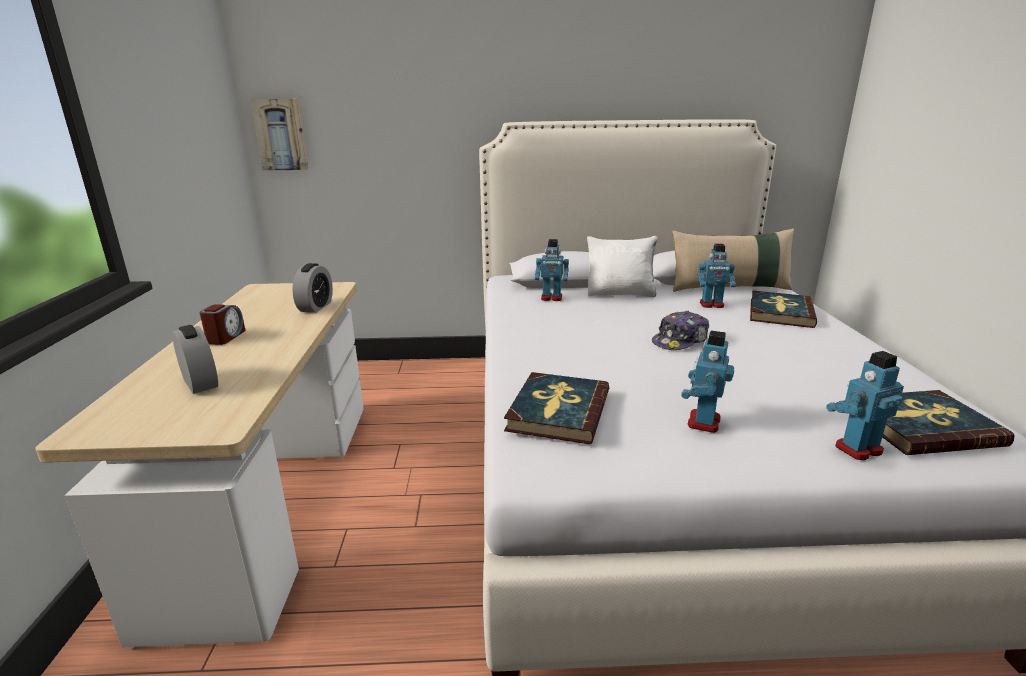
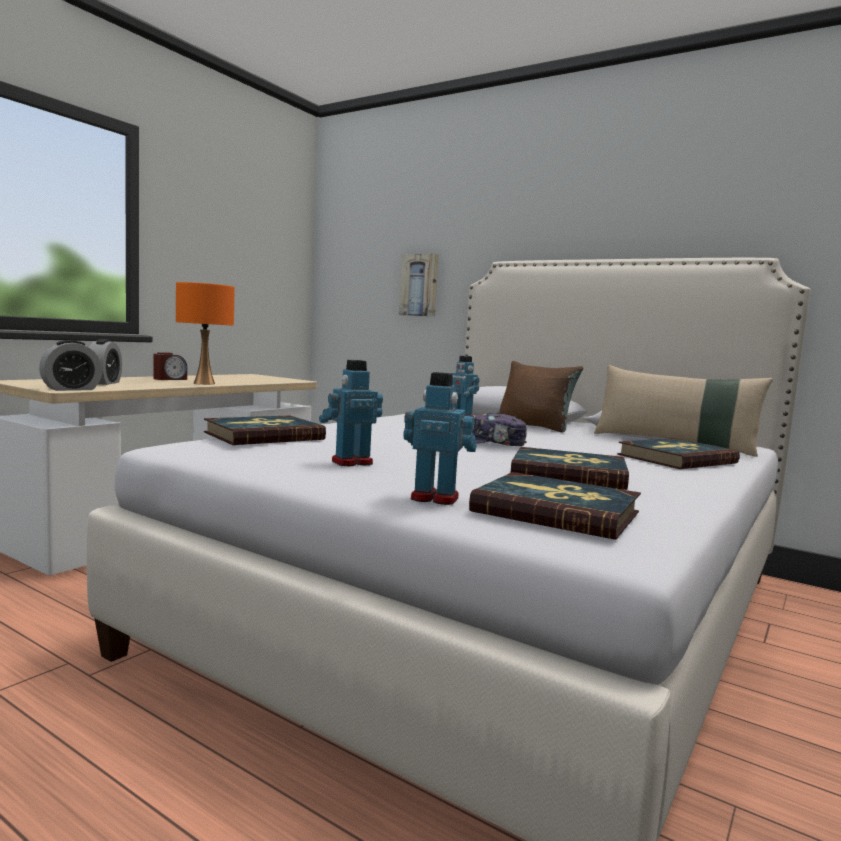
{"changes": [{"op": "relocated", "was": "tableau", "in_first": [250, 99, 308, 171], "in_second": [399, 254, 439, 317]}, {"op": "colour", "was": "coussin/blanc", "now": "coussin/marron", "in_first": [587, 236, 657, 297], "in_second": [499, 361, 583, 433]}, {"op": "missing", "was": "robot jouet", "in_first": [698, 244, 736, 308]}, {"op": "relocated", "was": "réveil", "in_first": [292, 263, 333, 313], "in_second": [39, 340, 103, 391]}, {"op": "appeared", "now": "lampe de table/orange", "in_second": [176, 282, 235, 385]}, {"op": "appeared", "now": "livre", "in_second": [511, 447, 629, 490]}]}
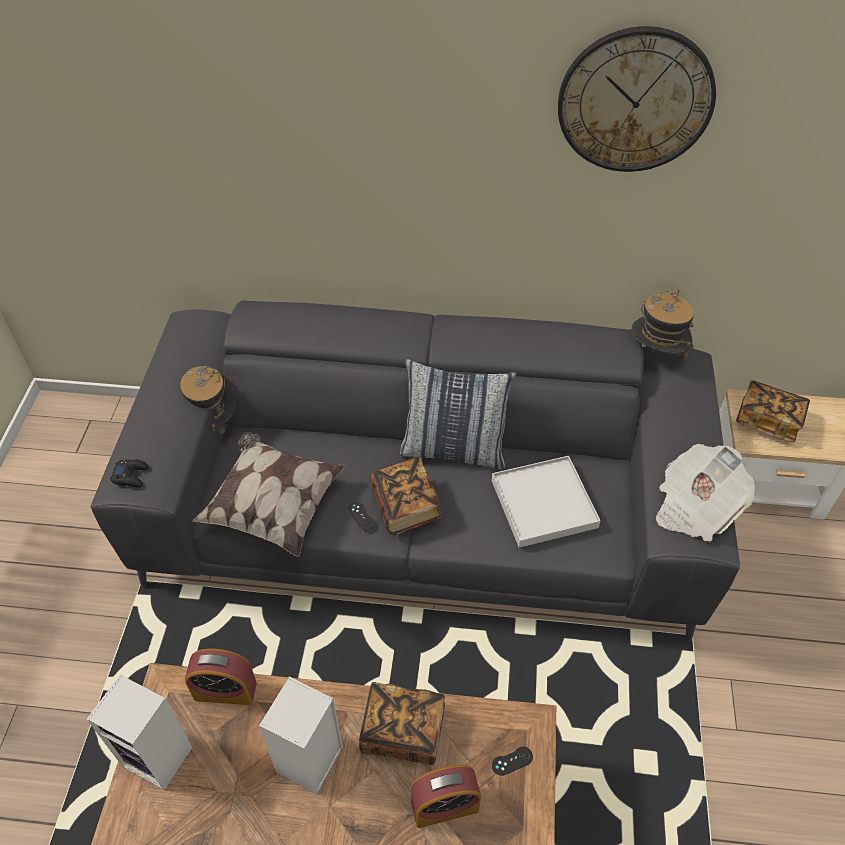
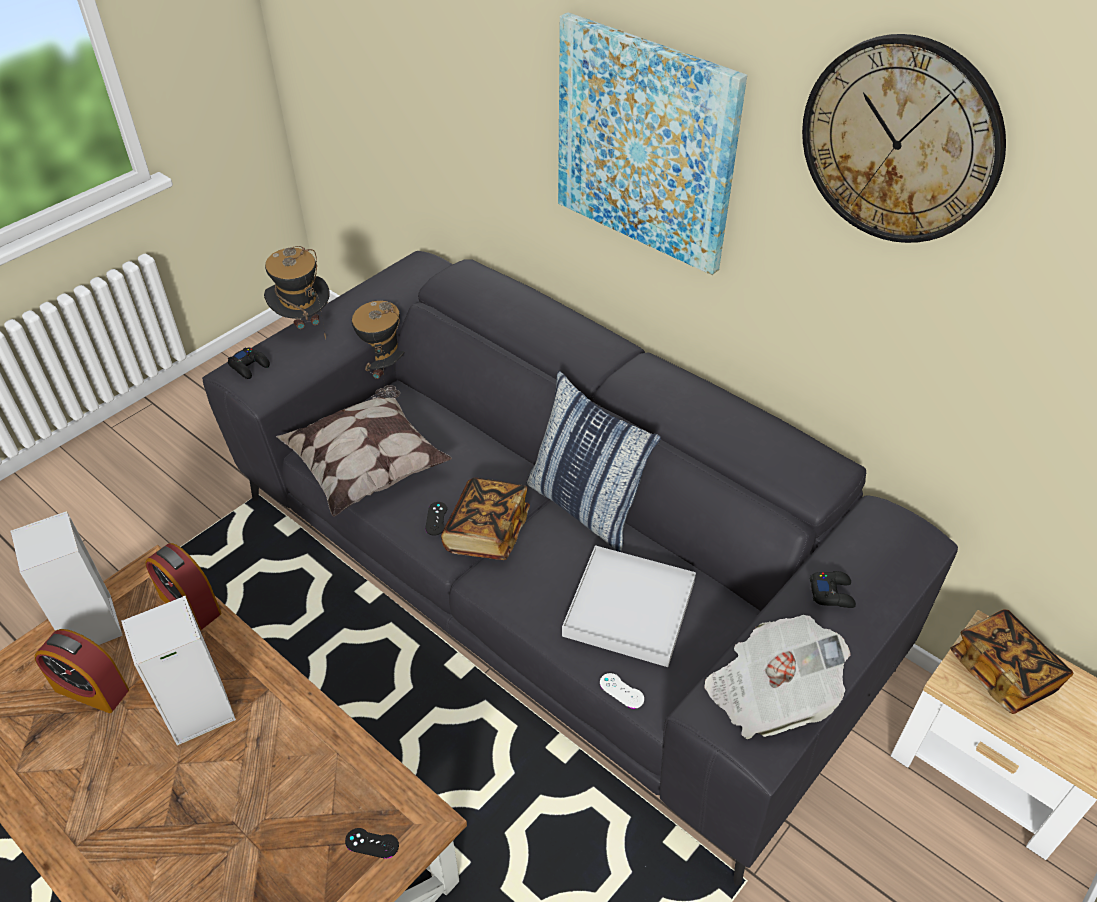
{"changes": [{"op": "relocated", "was": "chapeau", "in_first": [631, 290, 694, 359], "in_second": [264, 246, 330, 339]}, {"op": "missing", "was": "livre", "in_first": [359, 682, 445, 765]}, {"op": "relocated", "was": "réveil", "in_first": [411, 765, 481, 828], "in_second": [35, 629, 129, 713]}, {"op": "appeared", "now": "tableau", "in_second": [558, 12, 747, 275]}, {"op": "appeared", "now": "manette/noir", "in_second": [810, 571, 856, 608]}, {"op": "appeared", "now": "manette/blanc", "in_second": [600, 673, 644, 709]}]}
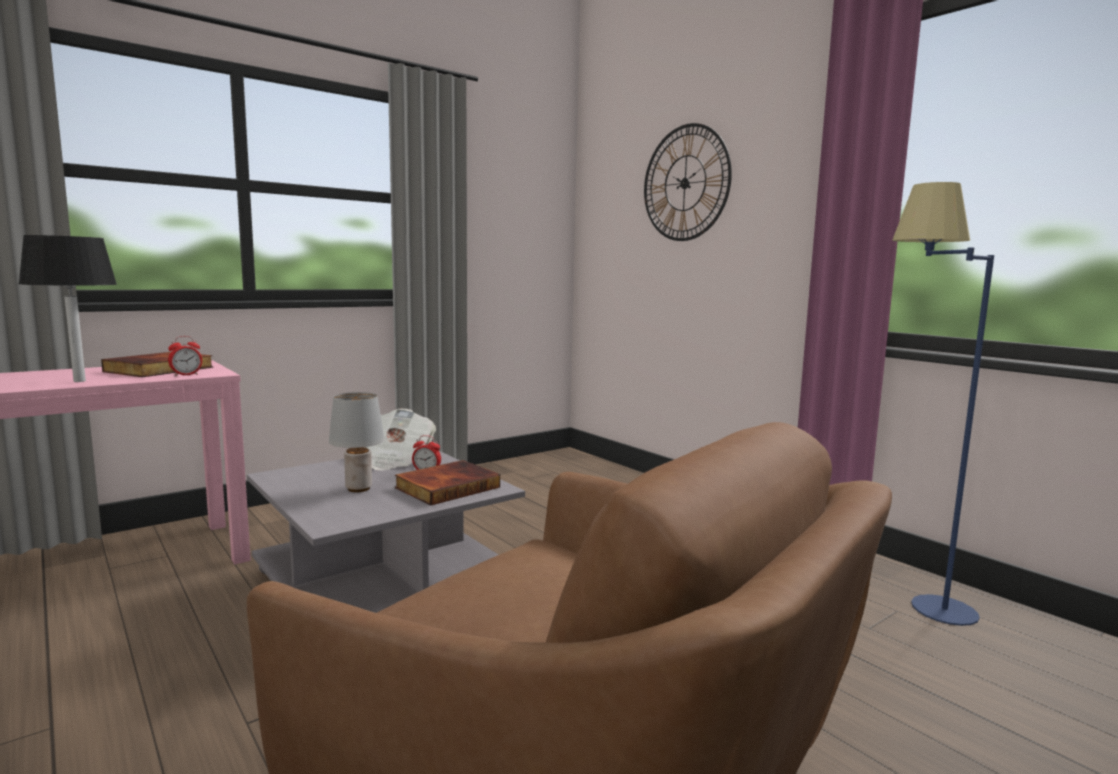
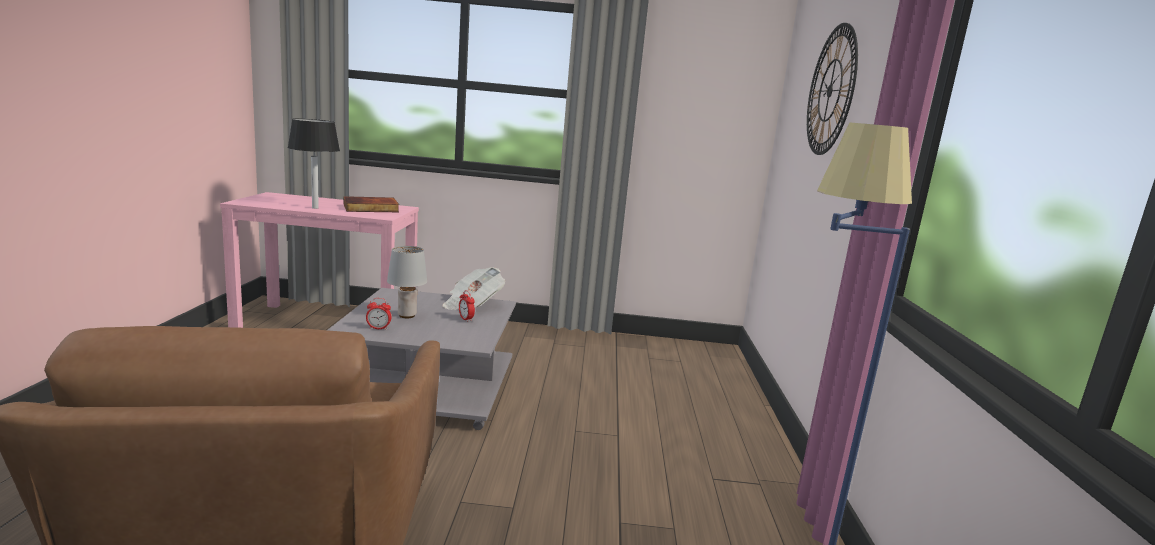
{"changes": [{"op": "relocated", "was": "réveil", "in_first": [168, 336, 202, 376], "in_second": [366, 298, 391, 330]}, {"op": "missing", "was": "livre", "in_first": [395, 460, 500, 506]}]}
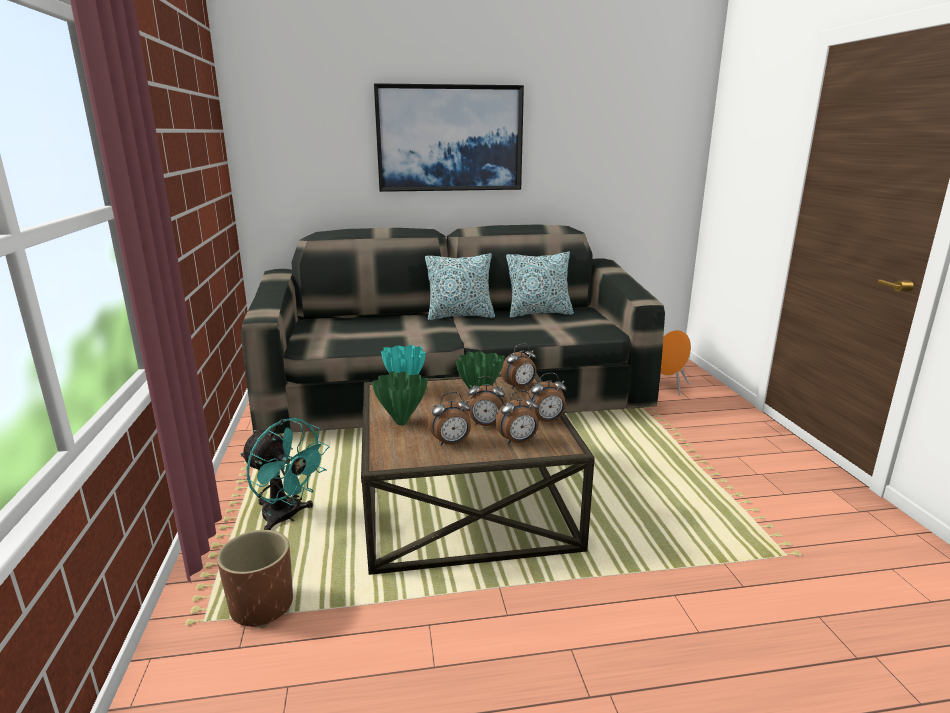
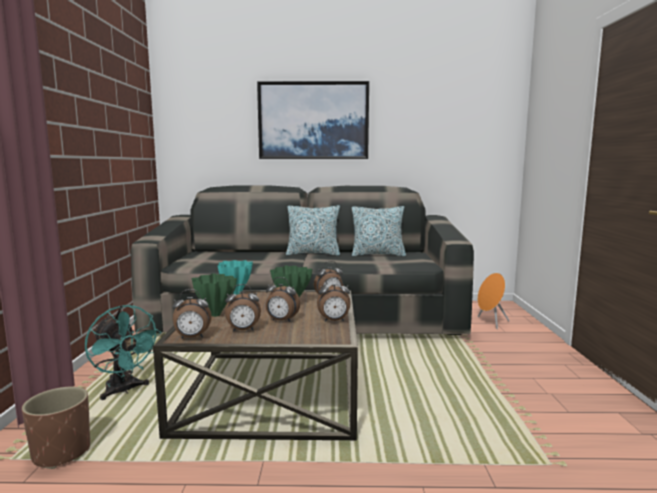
{"changes": [{"op": "relocated", "was": "réveil", "in_first": [495, 391, 539, 445], "in_second": [172, 289, 212, 339]}]}
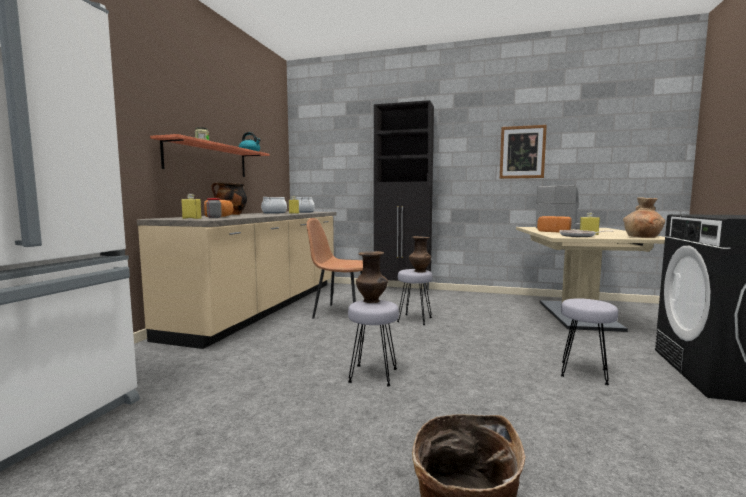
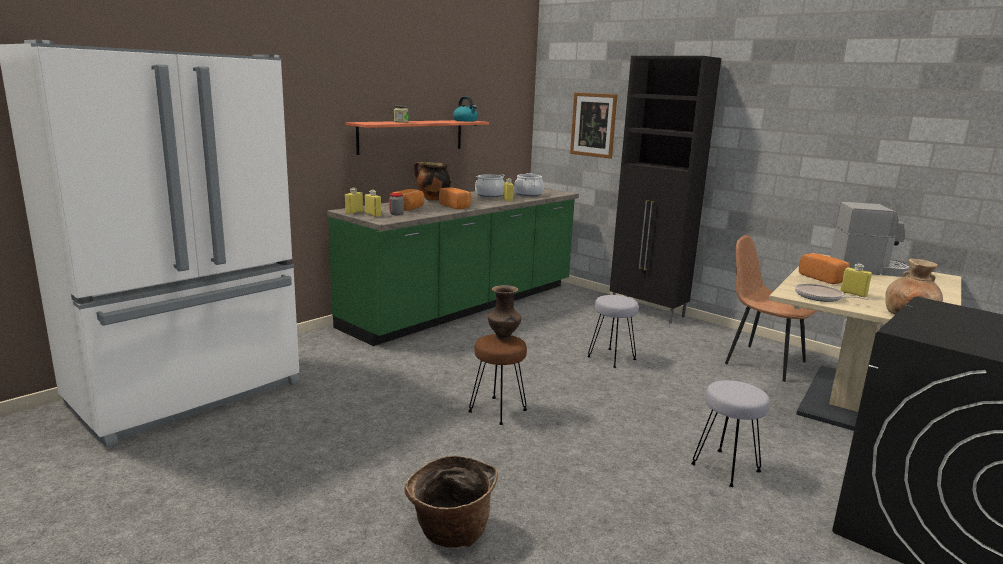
{"changes": [{"op": "relocated", "was": "tableau", "in_first": [500, 125, 547, 179], "in_second": [570, 92, 618, 159]}, {"op": "colour", "was": "comptoir de cuisine/beige", "now": "comptoir de cuisine/vert", "in_first": [137, 211, 336, 349], "in_second": [327, 186, 579, 346]}, {"op": "relocated", "was": "chaise/marron", "in_first": [307, 218, 363, 319], "in_second": [725, 235, 817, 382]}, {"op": "missing", "was": "vase/marron", "in_first": [409, 236, 431, 272]}, {"op": "colour", "was": "tabouret/gris", "now": "tabouret/marron", "in_first": [348, 300, 399, 386], "in_second": [468, 334, 527, 425]}, {"op": "appeared", "now": "pain", "in_second": [439, 187, 471, 209]}, {"op": "appeared", "now": "bouteille/jaune", "in_second": [345, 188, 363, 214]}]}
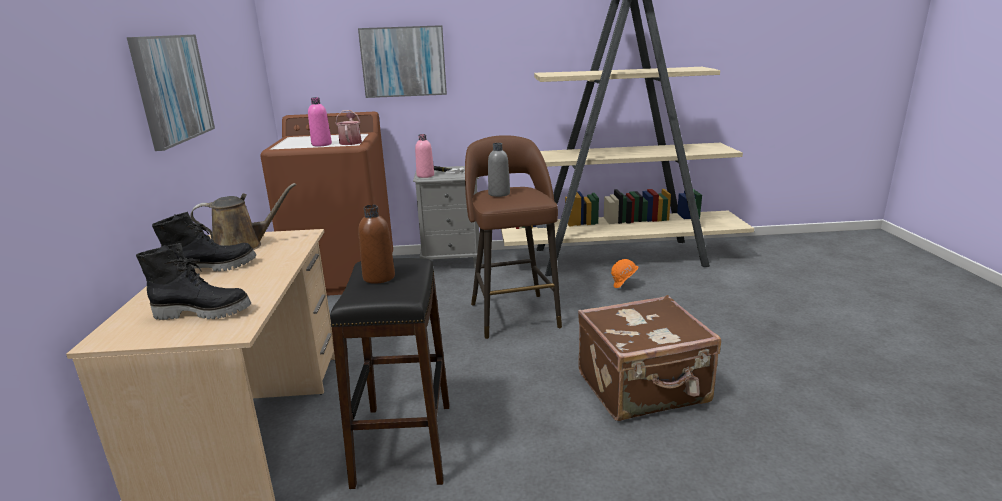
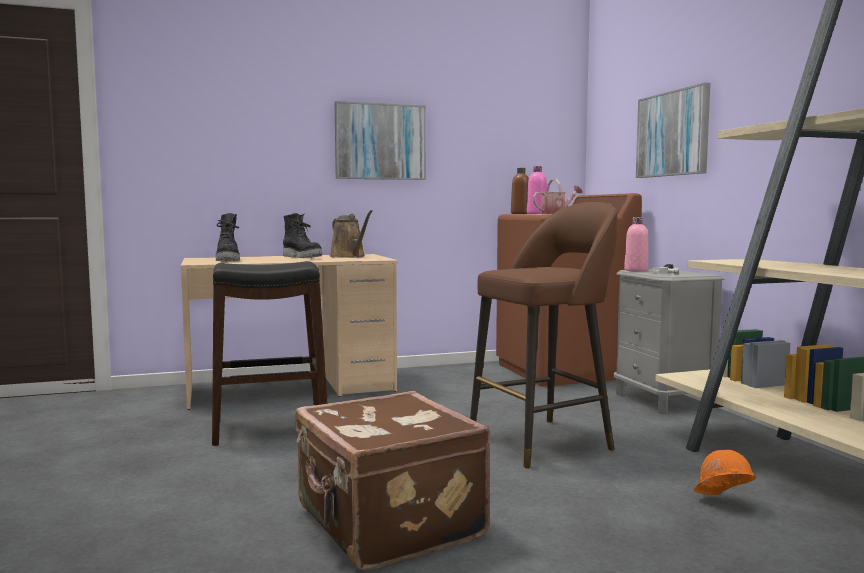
{"changes": [{"op": "missing", "was": "bouteille/gris", "in_first": [488, 143, 510, 197]}, {"op": "relocated", "was": "bouteille/marron", "in_first": [358, 205, 395, 284], "in_second": [511, 168, 529, 214]}]}
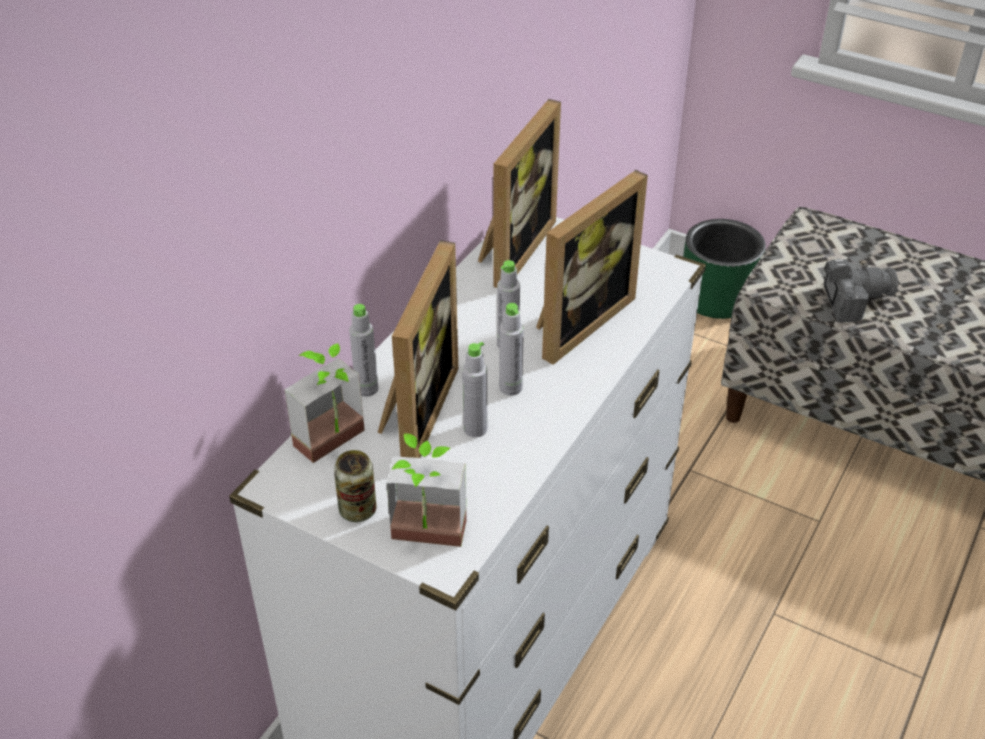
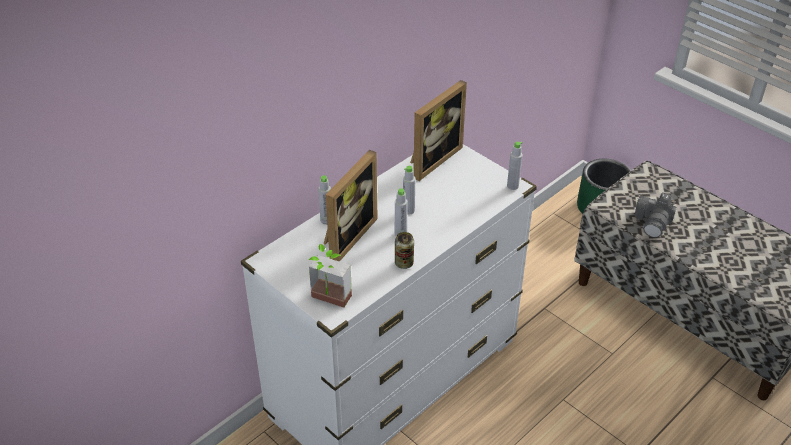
{"changes": [{"op": "missing", "was": "cadre photo", "in_first": [536, 170, 648, 365]}, {"op": "spun", "was": "appareil photo", "in_first": [824, 259, 898, 322], "in_second": [635, 193, 677, 238], "clockwise": 105}, {"op": "relocated", "was": "bouteille/gris", "in_first": [462, 342, 487, 438], "in_second": [507, 142, 523, 190]}, {"op": "missing", "was": "plante en pot", "in_first": [284, 343, 365, 463]}, {"op": "relocated", "was": "boîte métallique", "in_first": [334, 450, 377, 522], "in_second": [395, 232, 414, 269]}]}
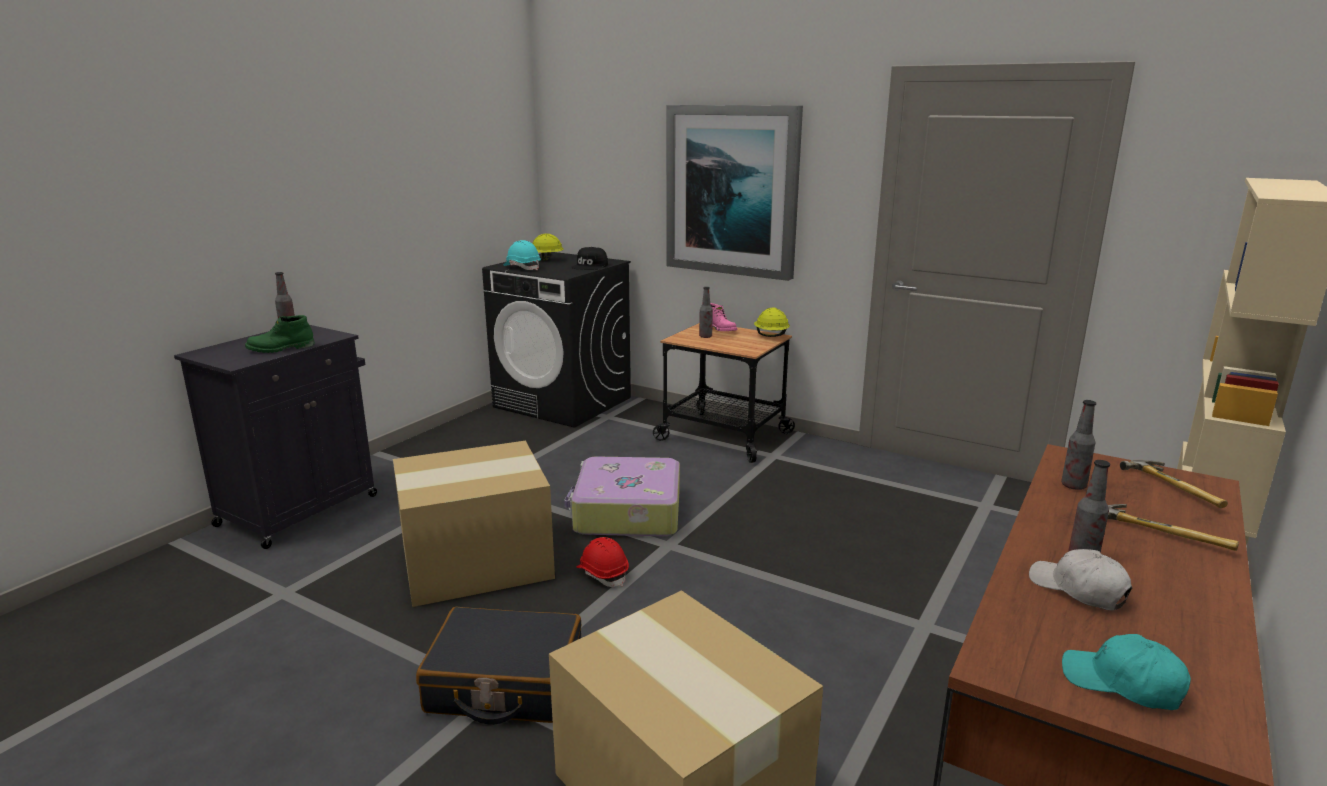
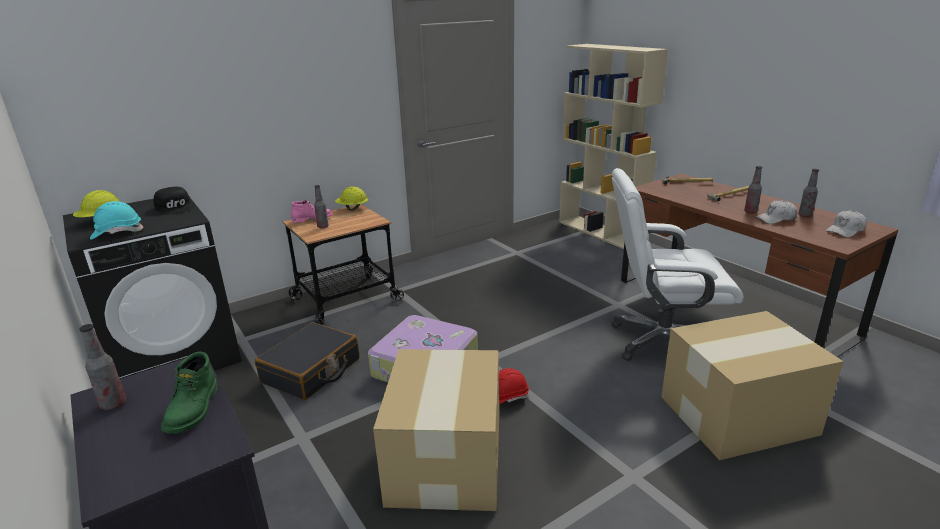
{"changes": [{"op": "missing", "was": "tableau", "in_first": [666, 105, 803, 281]}, {"op": "relocated", "was": "bouteille", "in_first": [1061, 400, 1096, 490], "in_second": [798, 169, 819, 217]}, {"op": "relocated", "was": "valise/noir", "in_first": [416, 607, 582, 725], "in_second": [255, 322, 359, 400]}, {"op": "colour", "was": "casquette/turquoise", "now": "casquette/blanc", "in_first": [1062, 634, 1191, 710], "in_second": [825, 211, 867, 238]}, {"op": "appeared", "now": "chaise de bureau/blanc", "in_second": [611, 168, 744, 361]}]}
